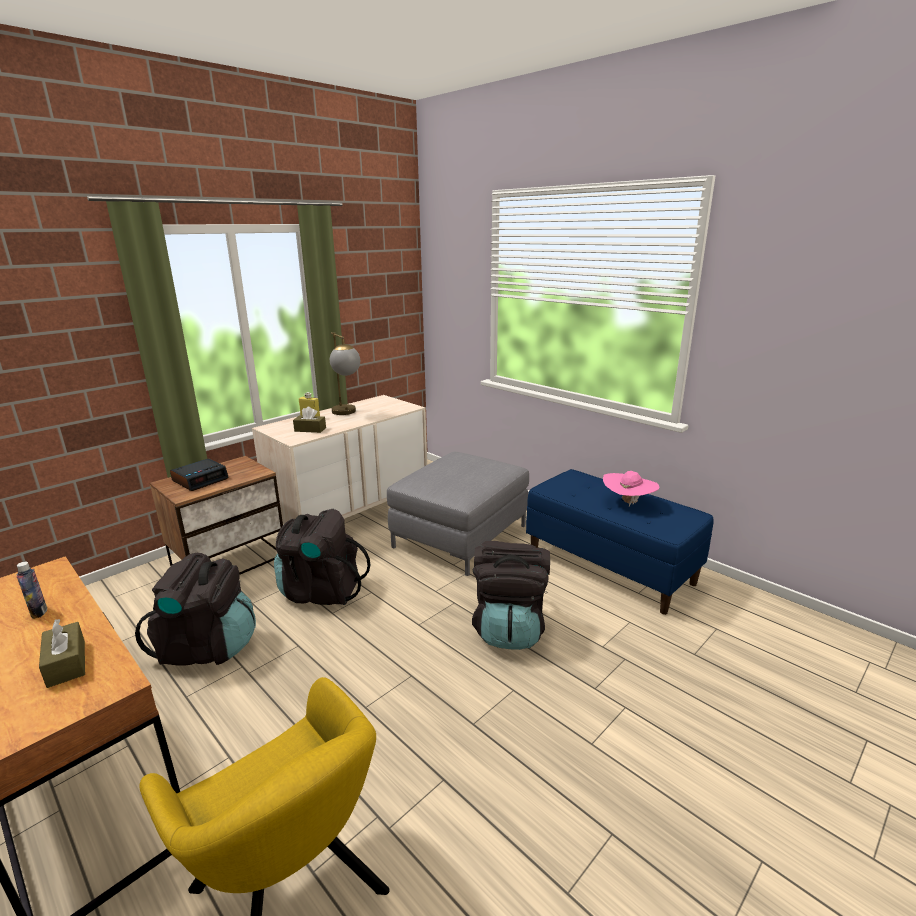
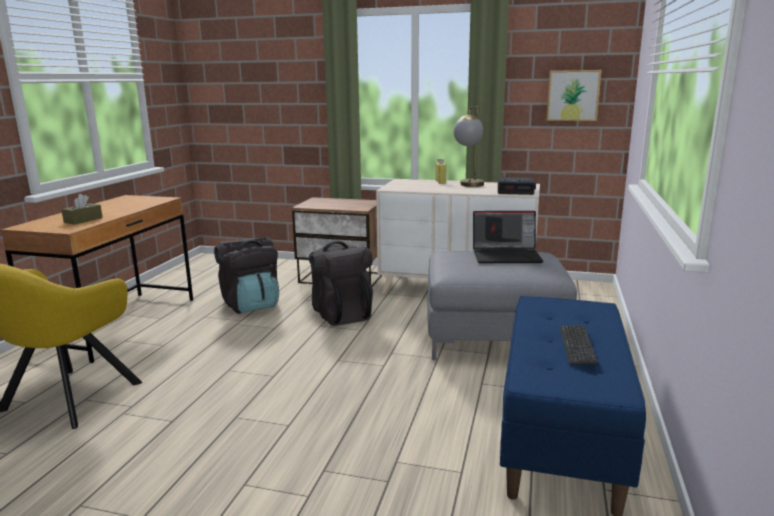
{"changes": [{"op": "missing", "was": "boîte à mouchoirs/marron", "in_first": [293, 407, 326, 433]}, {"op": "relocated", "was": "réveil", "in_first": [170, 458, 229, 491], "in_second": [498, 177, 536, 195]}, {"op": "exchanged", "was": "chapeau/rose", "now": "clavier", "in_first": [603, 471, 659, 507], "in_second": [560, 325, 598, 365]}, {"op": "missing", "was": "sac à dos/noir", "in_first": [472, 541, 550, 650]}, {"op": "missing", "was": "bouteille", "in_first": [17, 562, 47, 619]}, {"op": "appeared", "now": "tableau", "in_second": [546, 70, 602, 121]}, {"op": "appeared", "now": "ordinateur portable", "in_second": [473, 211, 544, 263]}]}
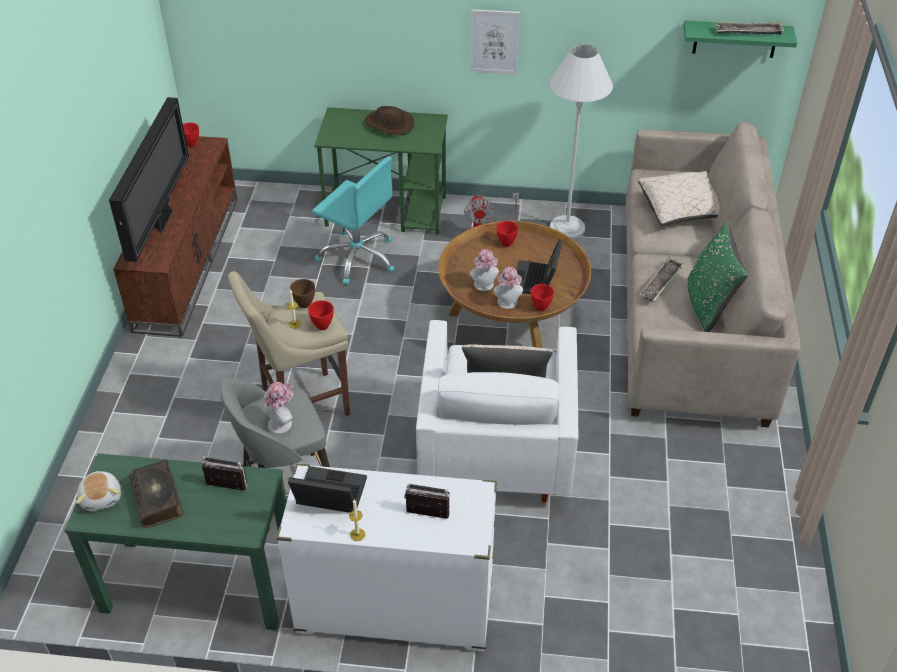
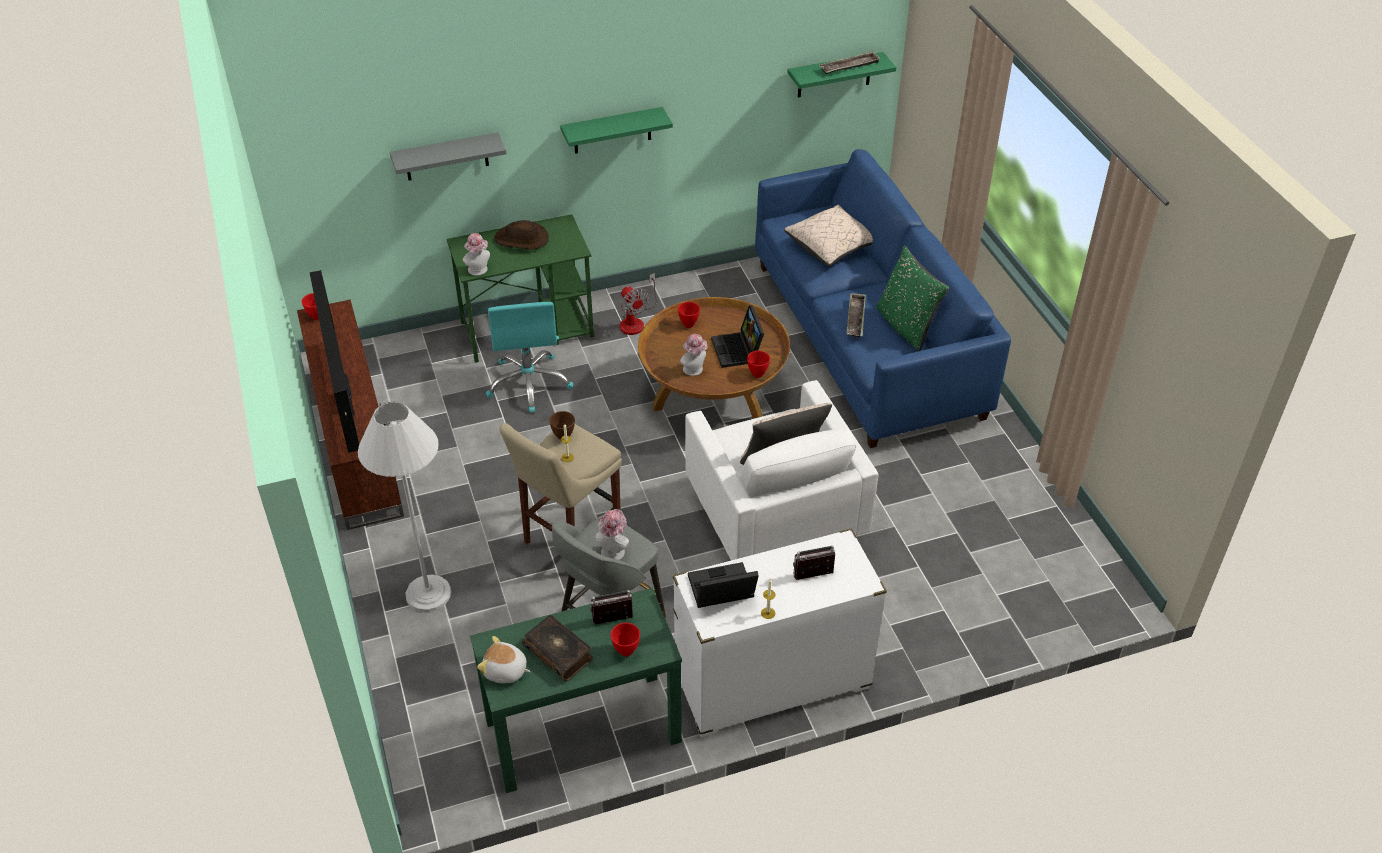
{"changes": [{"op": "exchanged", "was": "tableau", "now": "étagère/vert", "in_first": [471, 9, 520, 75], "in_second": [560, 107, 673, 154]}, {"op": "relocated", "was": "lampadaire/blanc", "in_first": [549, 44, 613, 239], "in_second": [358, 402, 451, 612]}, {"op": "colour", "was": "canapé/beige", "now": "canapé/bleu", "in_first": [626, 122, 801, 427], "in_second": [755, 149, 1011, 448]}, {"op": "spun", "was": "chaise de bureau/turquoise", "in_first": [312, 156, 395, 285], "in_second": [486, 302, 573, 413], "clockwise": 75}, {"op": "relocated", "was": "chapeau", "in_first": [494, 267, 523, 309], "in_second": [463, 233, 490, 276]}, {"op": "relocated", "was": "bol/rouge", "in_first": [308, 300, 334, 330], "in_second": [611, 623, 640, 656]}, {"op": "spun", "was": "peluche", "in_first": [76, 471, 121, 511], "in_second": [477, 636, 531, 683], "clockwise": 150}, {"op": "appeared", "now": "étagère/gris", "in_second": [390, 132, 507, 181]}]}
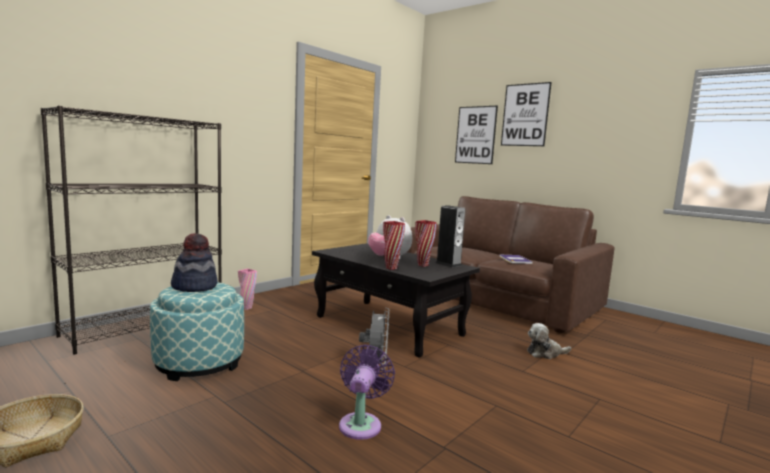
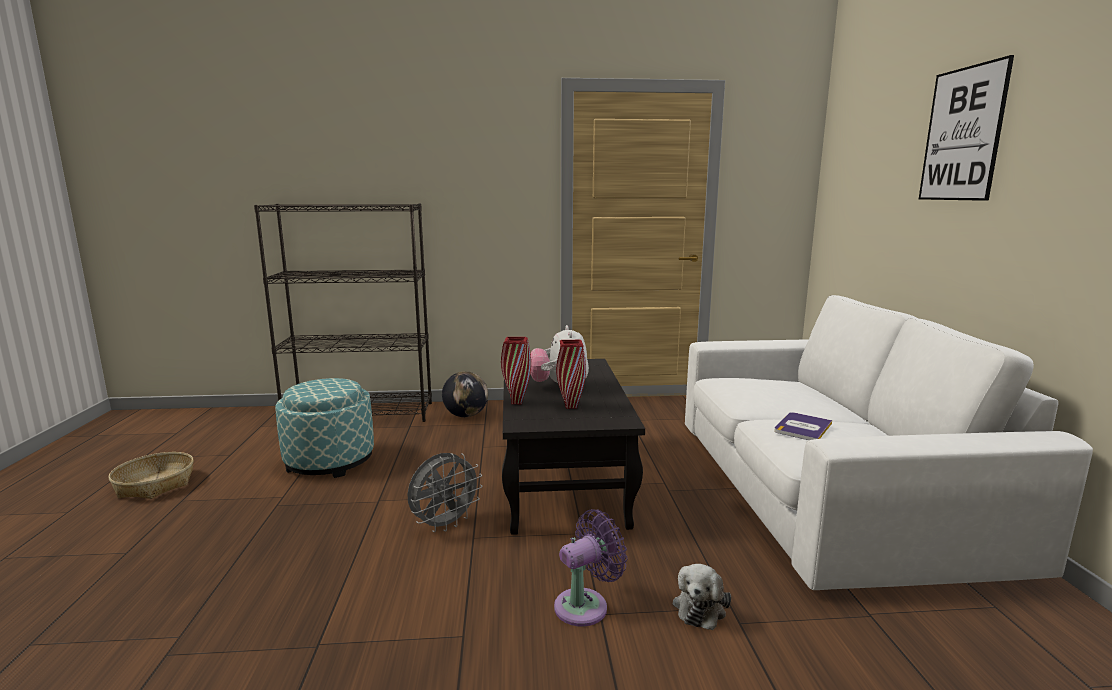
{"changes": [{"op": "missing", "was": "tableau", "in_first": [455, 106, 498, 164]}, {"op": "colour", "was": "canapé/marron", "now": "canapé/blanc", "in_first": [408, 196, 615, 333], "in_second": [685, 295, 1093, 590]}, {"op": "missing", "was": "enceinte", "in_first": [435, 206, 465, 268]}, {"op": "missing", "was": "chapeau", "in_first": [171, 233, 218, 292]}, {"op": "exchanged", "was": "vase/rose", "now": "globe", "in_first": [238, 269, 257, 310], "in_second": [442, 371, 488, 417]}, {"op": "spun", "was": "peluche", "in_first": [527, 323, 571, 359], "in_second": [673, 564, 731, 630], "clockwise": -105}, {"op": "relocated", "was": "ventilateur/violet", "in_first": [339, 345, 395, 440], "in_second": [554, 509, 628, 627]}]}
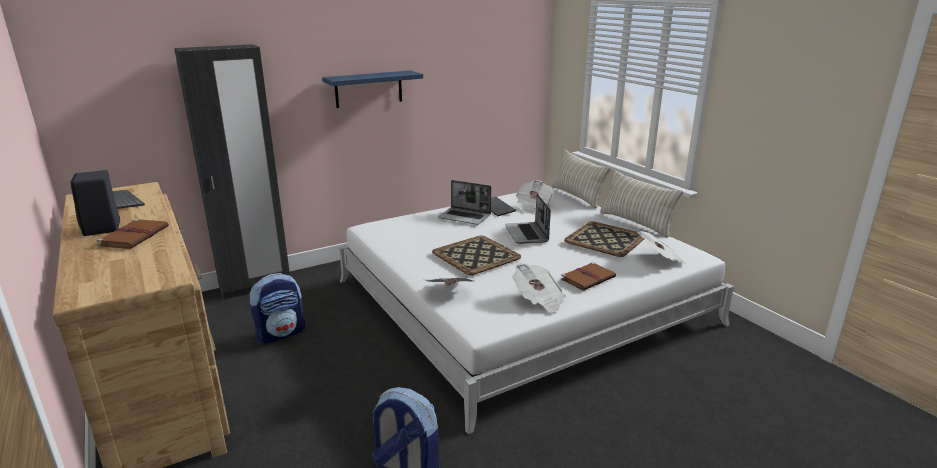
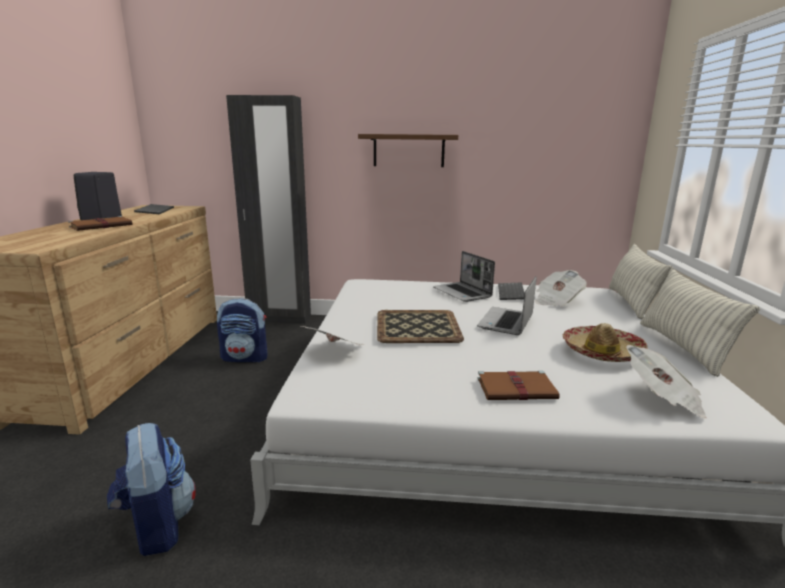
{"changes": [{"op": "colour", "was": "étagère/bleu", "now": "étagère/marron", "in_first": [322, 70, 423, 108], "in_second": [358, 134, 458, 167]}, {"op": "exchanged", "was": "plateau", "now": "chapeau", "in_first": [564, 221, 644, 257], "in_second": [563, 323, 648, 362]}, {"op": "missing", "was": "journal", "in_first": [512, 263, 566, 313]}]}
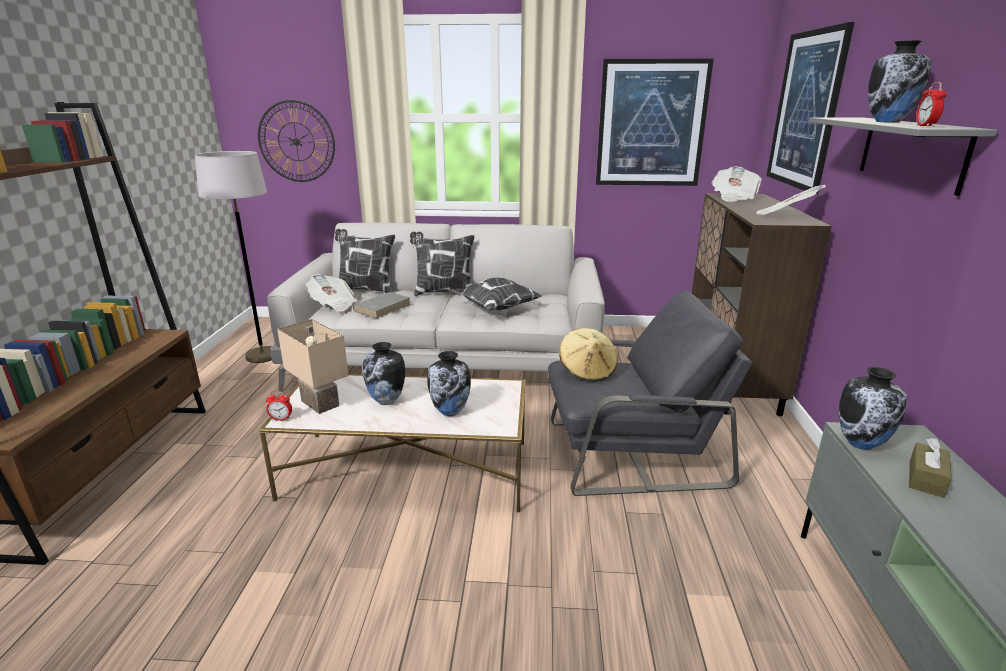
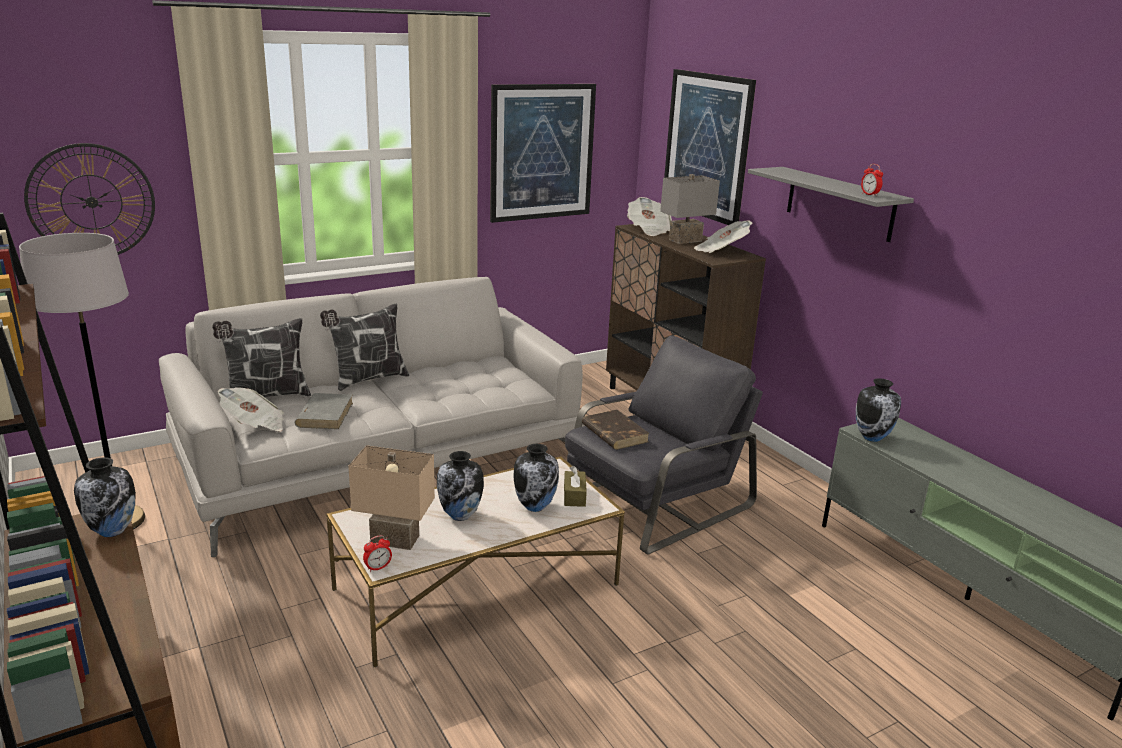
{"changes": [{"op": "relocated", "was": "vase", "in_first": [868, 41, 931, 123], "in_second": [74, 457, 136, 537]}, {"op": "missing", "was": "coussin", "in_first": [449, 278, 541, 311]}, {"op": "exchanged", "was": "chapeau/beige", "now": "livre/marron", "in_first": [559, 328, 618, 382], "in_second": [582, 410, 650, 450]}, {"op": "relocated", "was": "boîte à mouchoirs/marron", "in_first": [909, 438, 952, 498], "in_second": [564, 466, 587, 507]}, {"op": "appeared", "now": "lampe de table/gris", "in_second": [660, 174, 720, 244]}]}
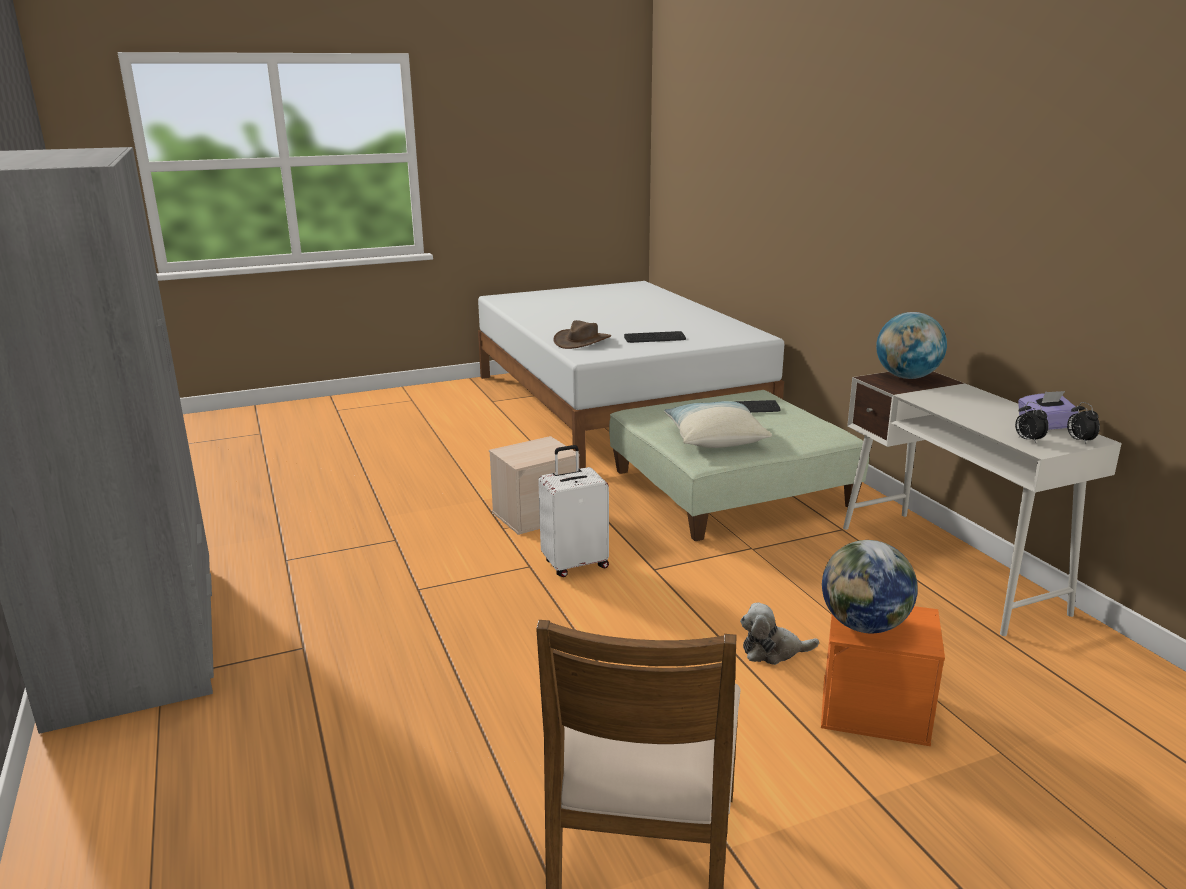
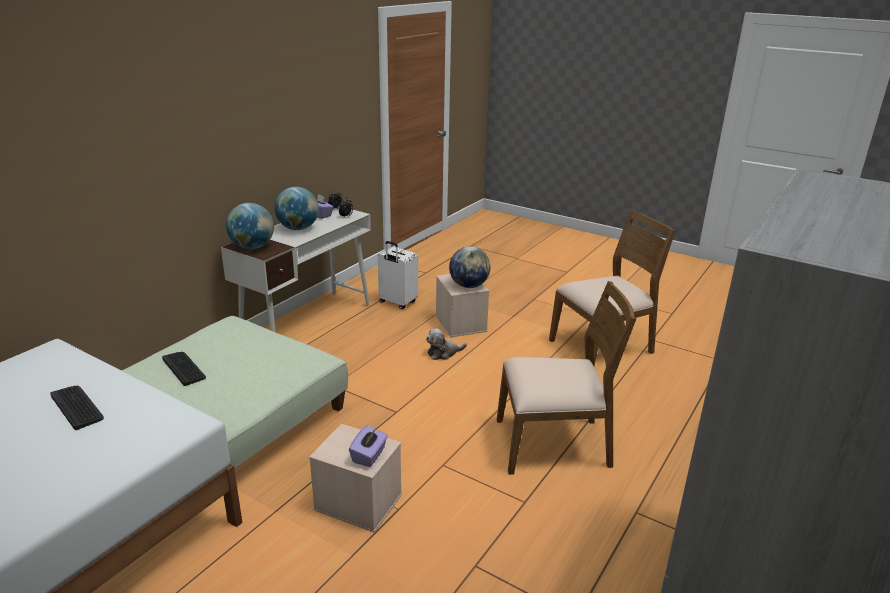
{"changes": [{"op": "missing", "was": "chapeau/marron", "in_first": [553, 320, 611, 349]}, {"op": "missing", "was": "coussin", "in_first": [664, 401, 772, 448]}, {"op": "relocated", "was": "valise/blanc", "in_first": [538, 445, 609, 577], "in_second": [378, 241, 418, 309]}, {"op": "spun", "was": "peluche", "in_first": [740, 603, 819, 665], "in_second": [426, 328, 467, 360], "clockwise": 105}, {"op": "colour", "was": "boîte de rangement/orange", "now": "boîte de rangement/beige", "in_first": [821, 606, 945, 746], "in_second": [436, 274, 490, 338]}, {"op": "appeared", "now": "globe", "in_second": [274, 187, 319, 230]}, {"op": "appeared", "now": "chaise/marron", "in_second": [497, 281, 636, 475]}, {"op": "appeared", "now": "boîte à mouchoirs/violet", "in_second": [349, 425, 388, 467]}]}
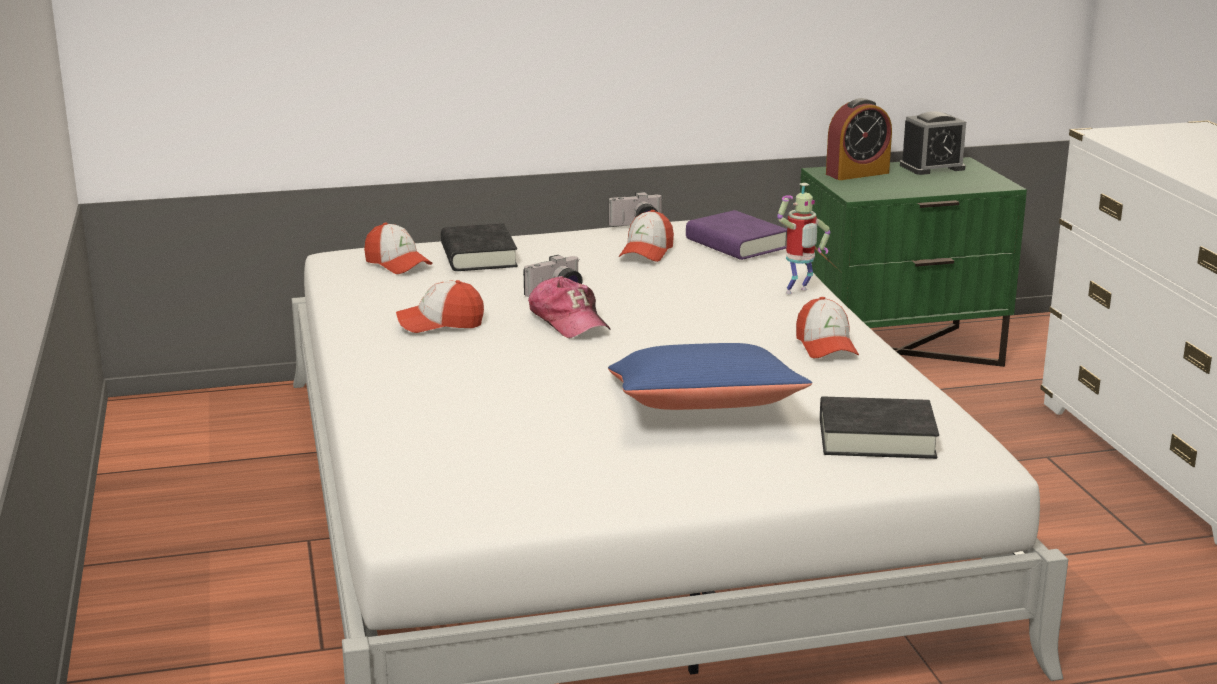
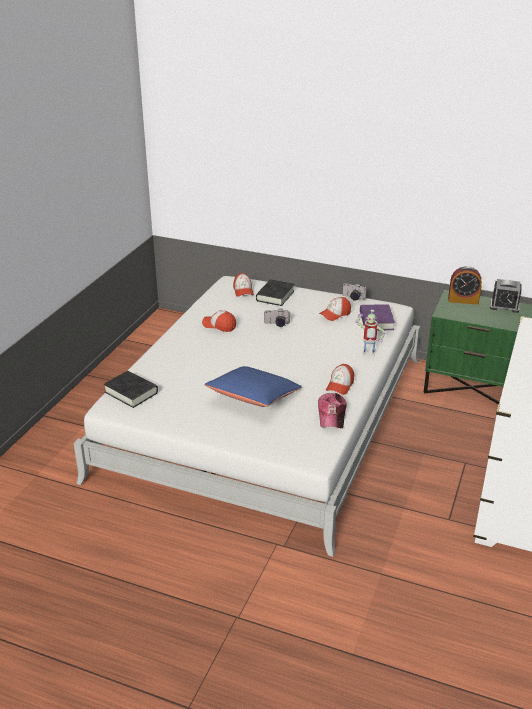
{"changes": [{"op": "relocated", "was": "casquette", "in_first": [528, 276, 610, 339], "in_second": [318, 393, 347, 428]}, {"op": "relocated", "was": "livre/noir", "in_first": [820, 396, 939, 459], "in_second": [104, 371, 158, 408]}]}
